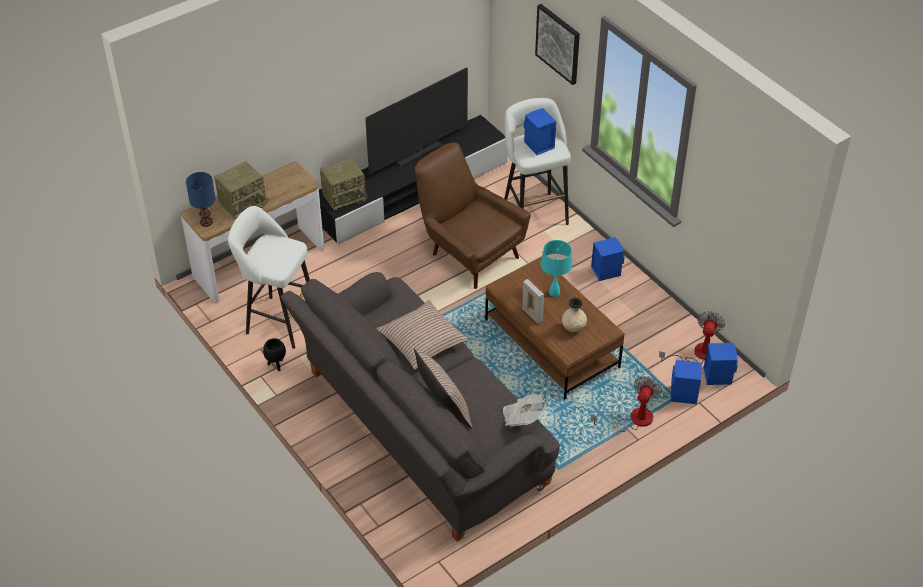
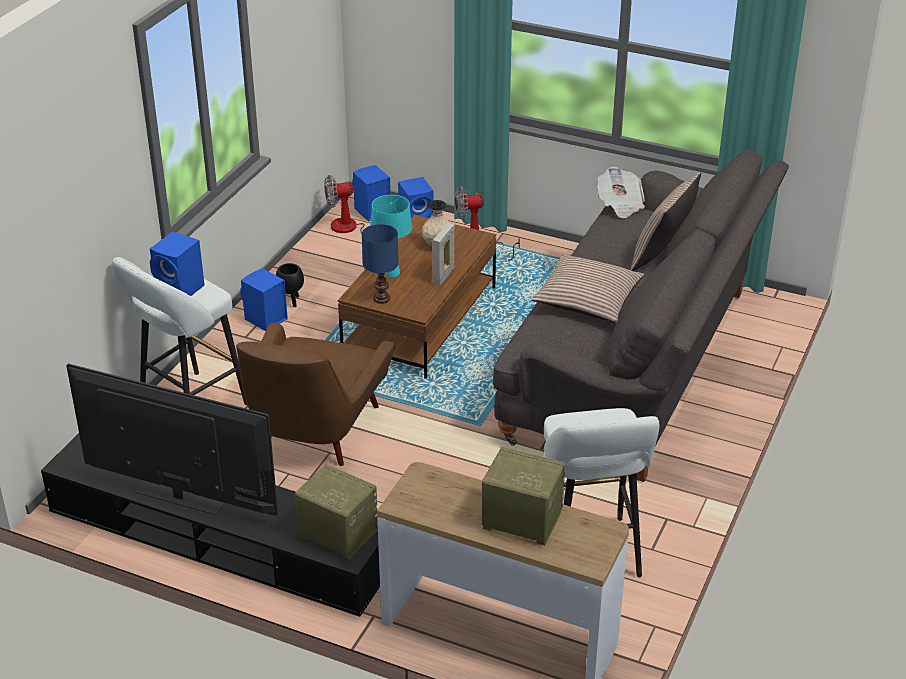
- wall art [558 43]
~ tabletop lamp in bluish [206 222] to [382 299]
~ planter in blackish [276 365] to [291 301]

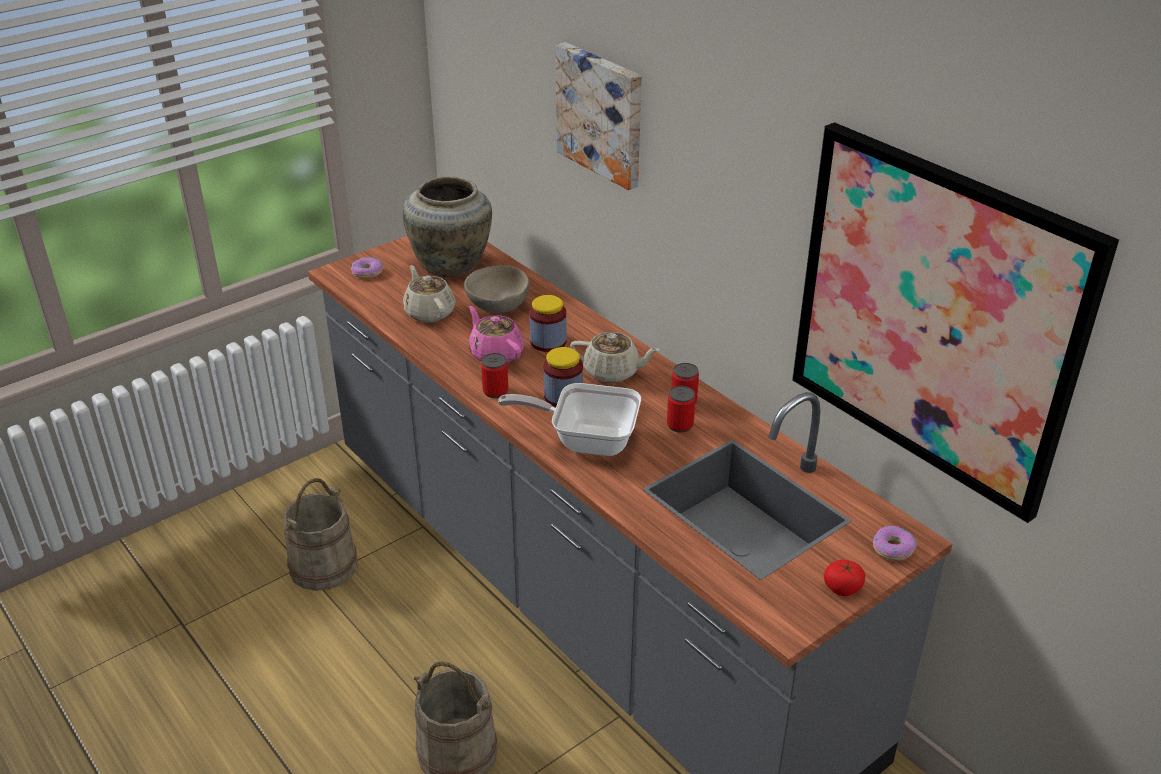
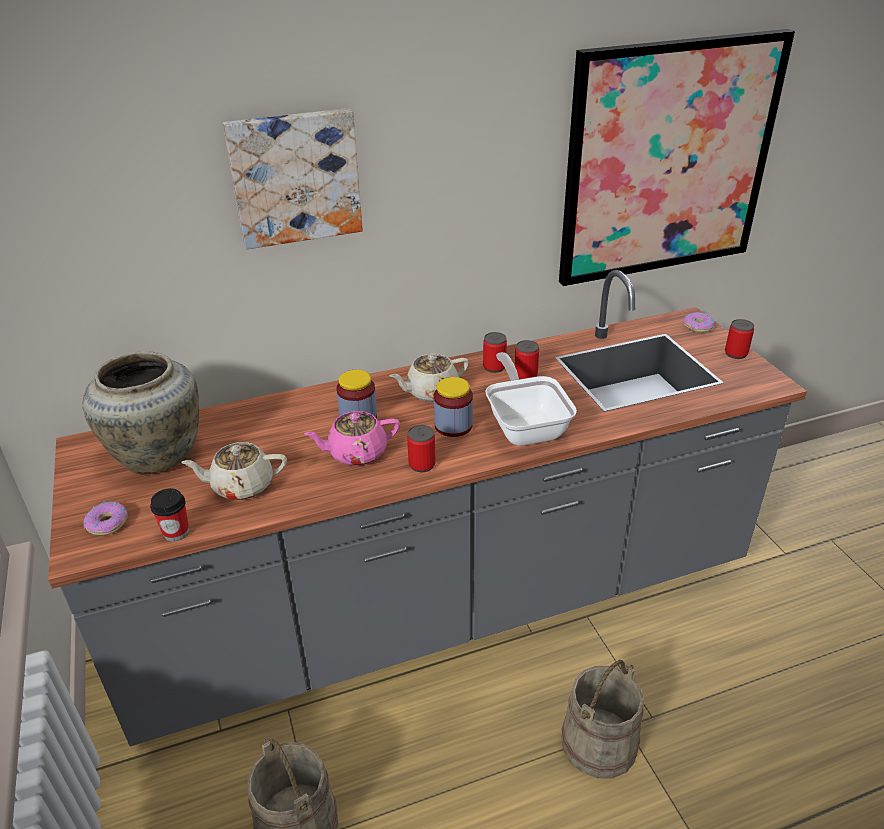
- deep dish in sand-coloured [497 306]
~ tea pot in sand-coloured [612 372] = [431 392] 150 degrees counterclockwise
~ frying pan [585 440] = [525 426] 135 degrees clockwise
~ fresh tomato [842 587] to can [736 353]
+ cup [176 532]

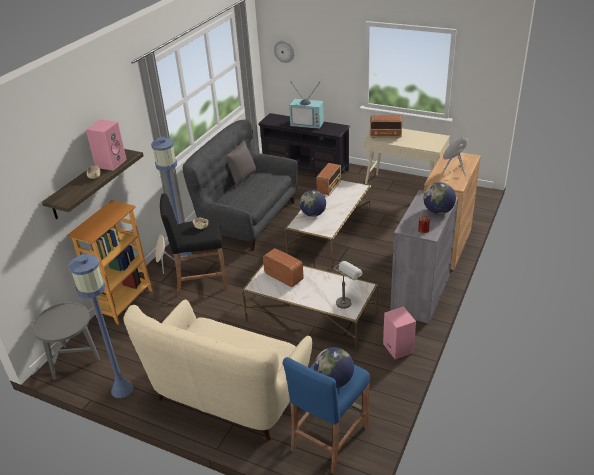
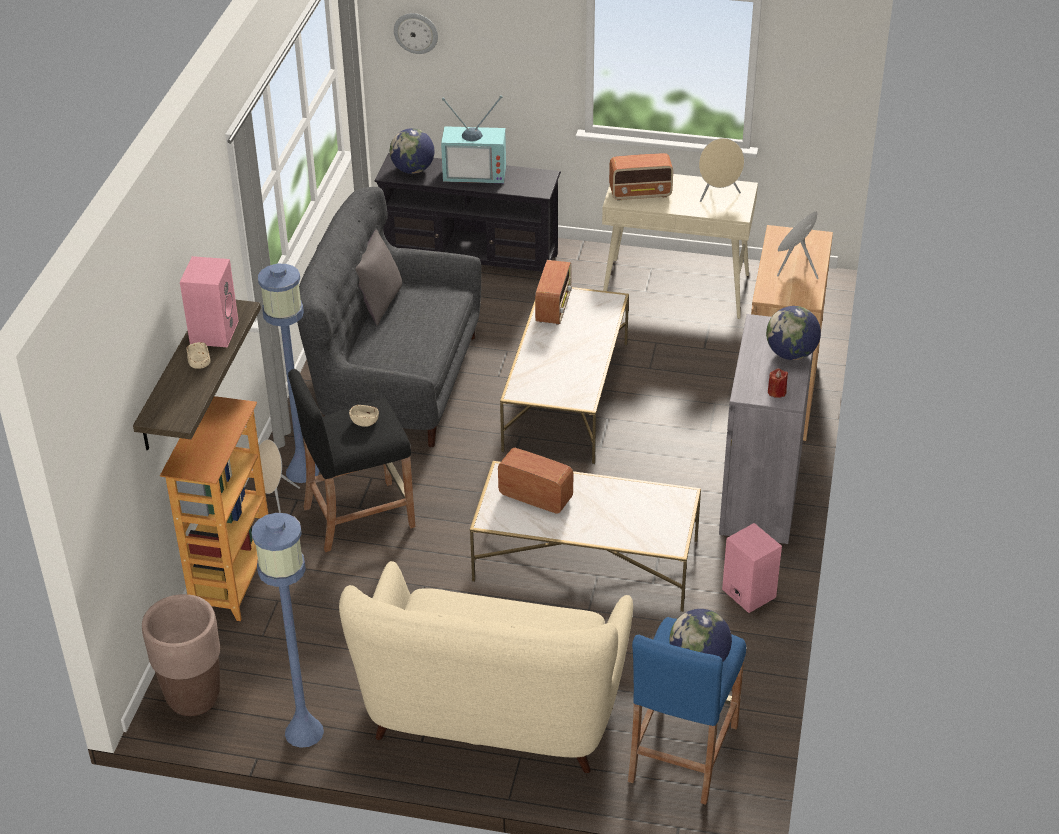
~ world globe [313 214] to [413 170]
- tabletop lamp in grey [347 300]
~ accent table in grey [75 361] to planter in brown [193 698]
+ speaker in sand-coloured [718 195]

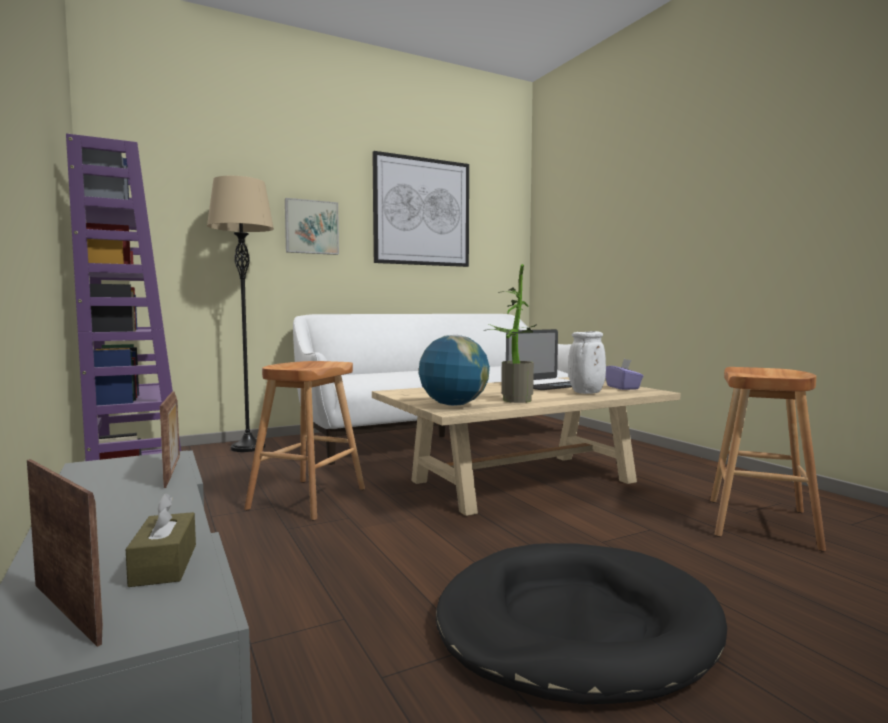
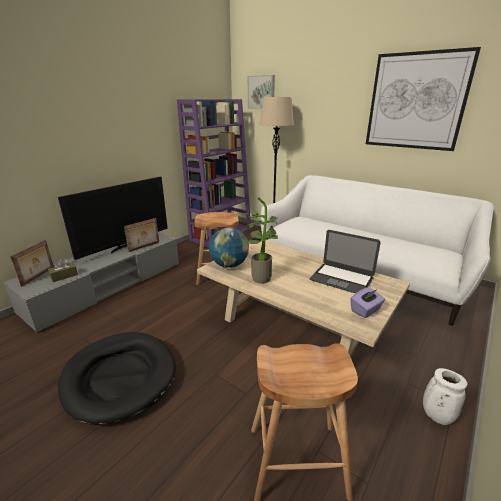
~ wall art [311 227] to [261 92]
~ flower vase in whitish [586 393] to [436 416]
+ television [125 246]

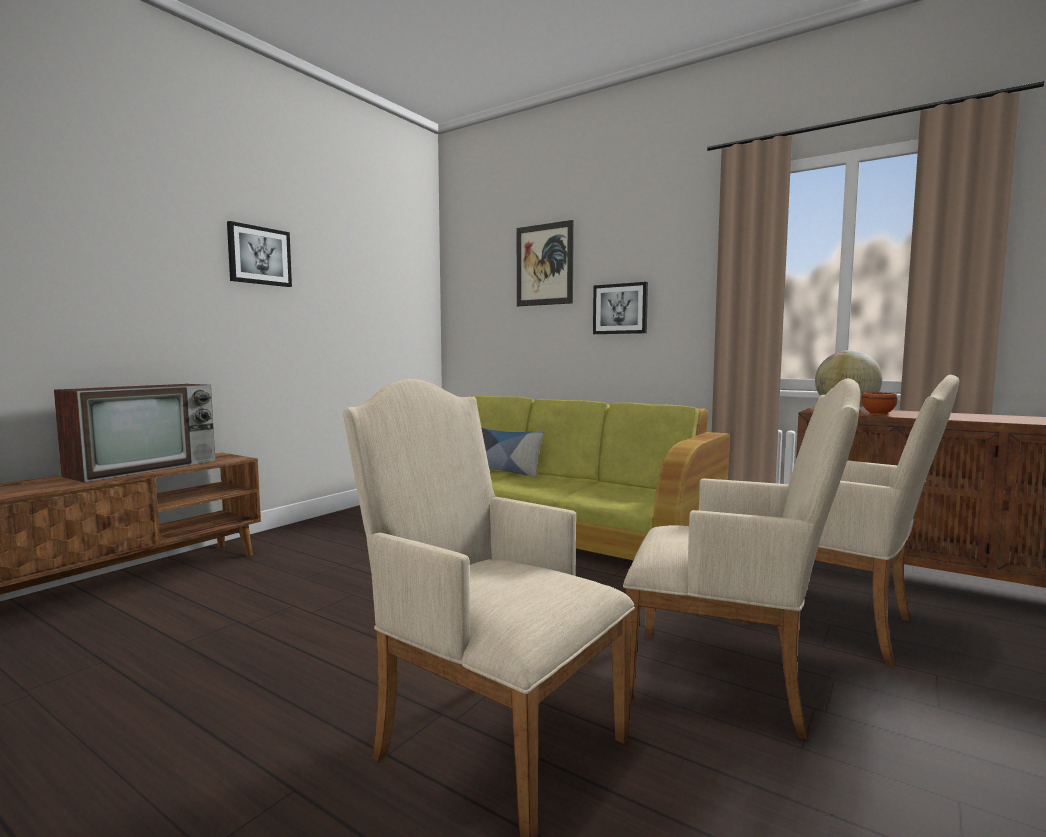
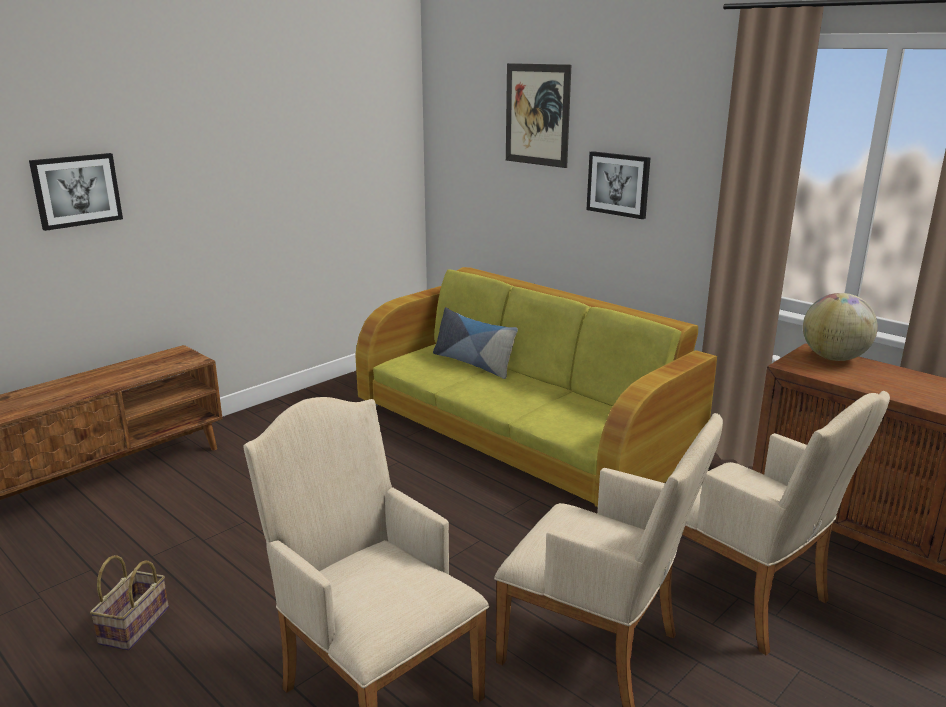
~ wall art [259 255] to [76 190]
- television [146 468]
- deep dish in brown [879 414]
+ household basket [134 627]

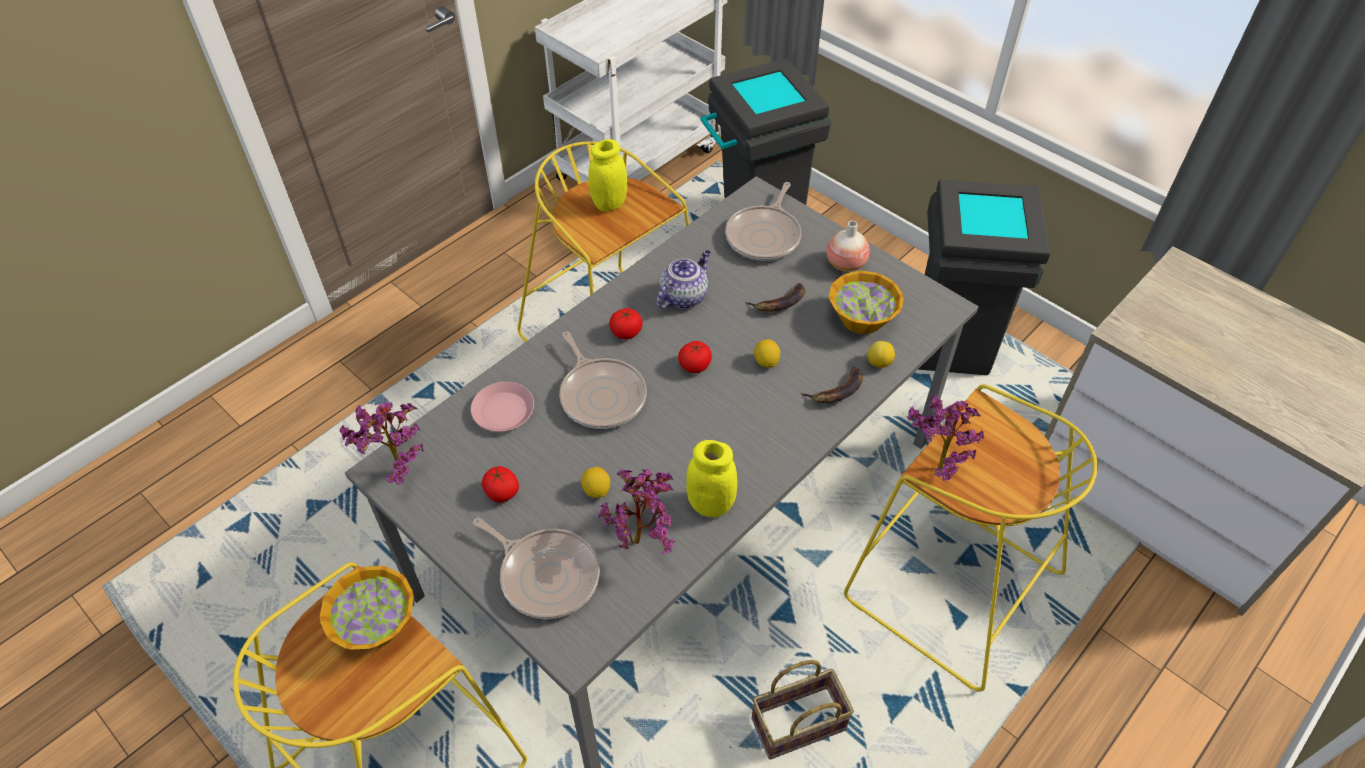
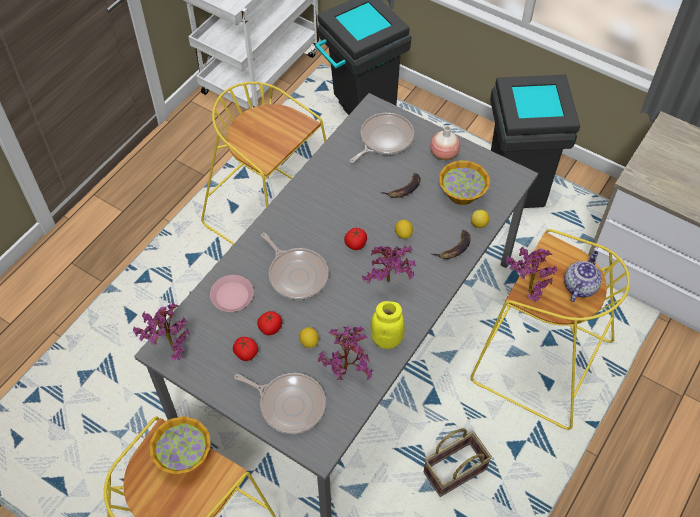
- jar in yellowish [609 203]
~ frying pan [764 236] = [384 139] 150 degrees counterclockwise
~ tea pot [684 296] to [579 286]
~ fresh tomato [626 332] to [270 328]
+ plant in a pot [390 283]

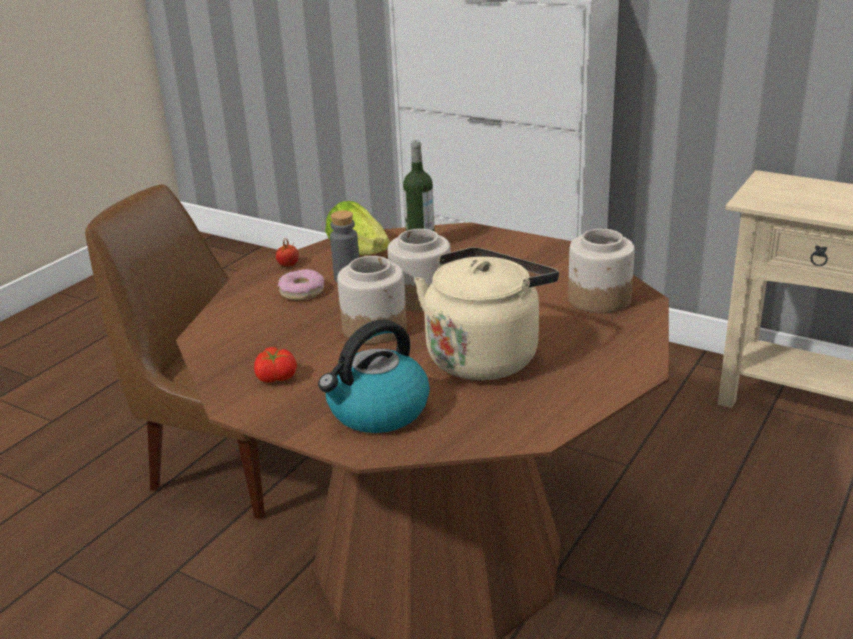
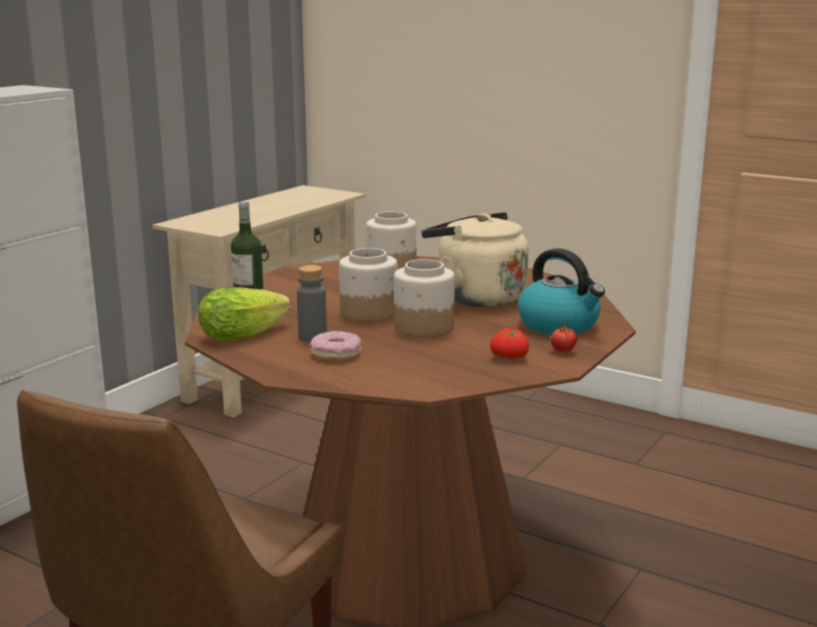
~ fresh tomato [288 265] to [563 351]

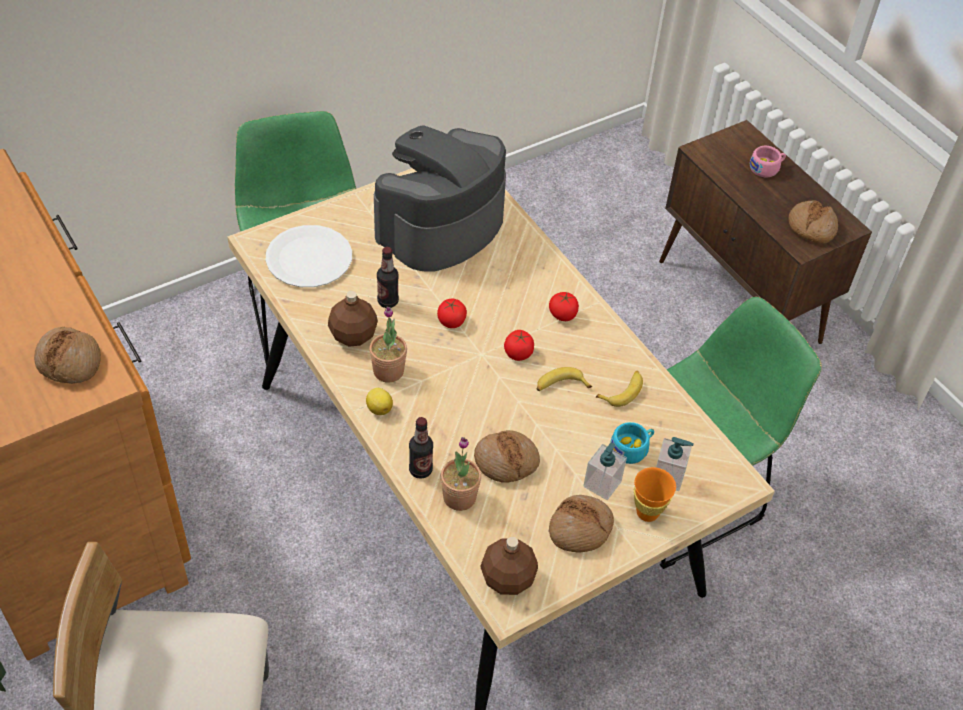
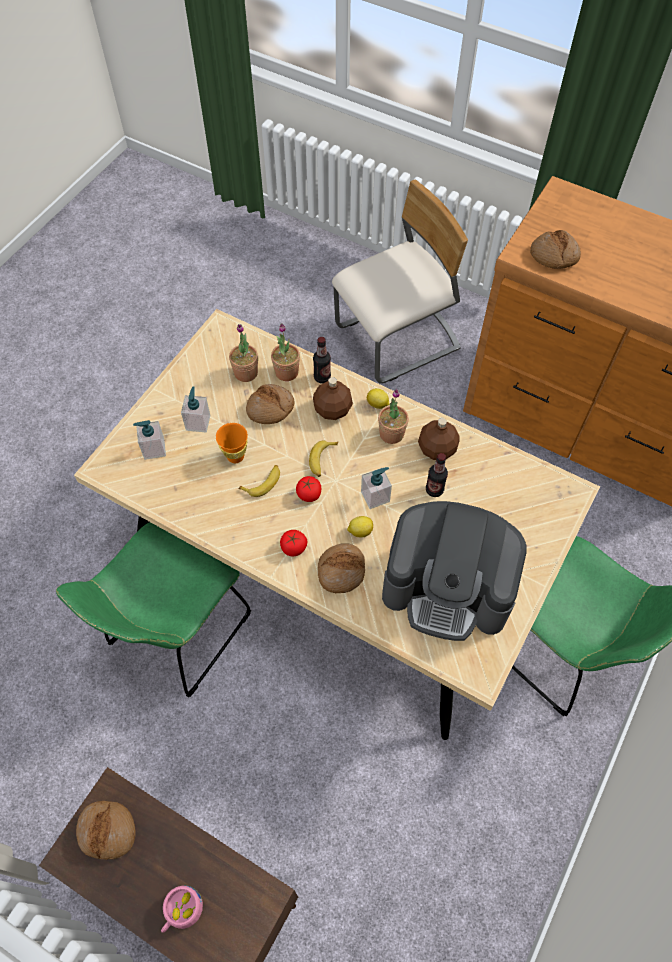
~ coffee maker [440 226] = [448 587] 90 degrees clockwise
- dinner plate in whitish [309 258]
~ fresh tomato [451 321] to liquid soap bottle [375 496]
~ banana [622 391] to [322 460]
- cup in turquoise [632 448]
~ cup in orangey [647 512] to [235 456]
~ bread [580 529] to [341 571]
~ bottle in brown [508 579] to [332 409]
+ plant in a pot [246 373]
+ lemon [360 531]

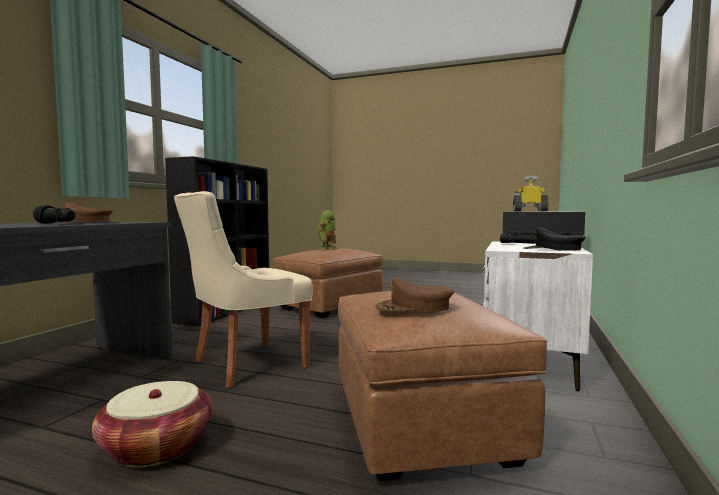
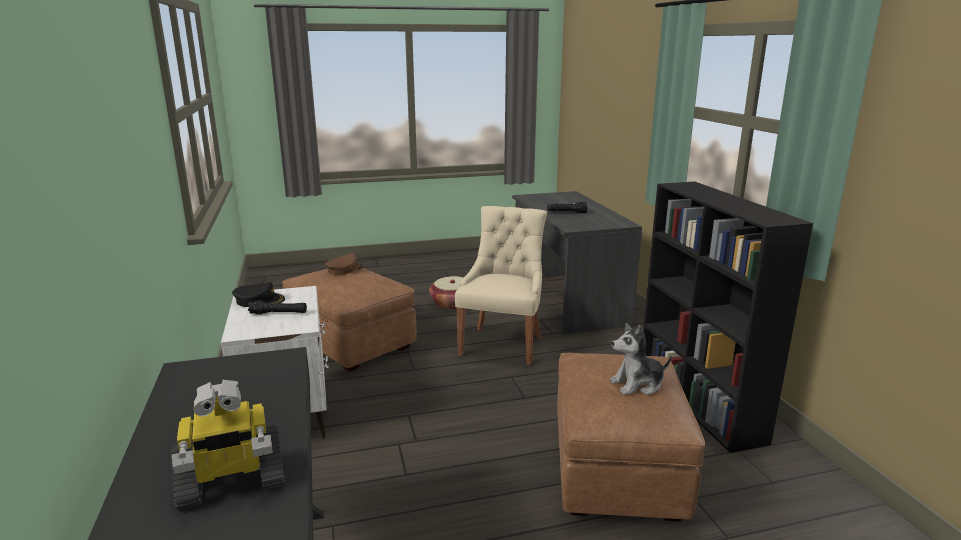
- cap in brown [83 222]
~ toy robot [327 249] to cuddly toy [637 384]

